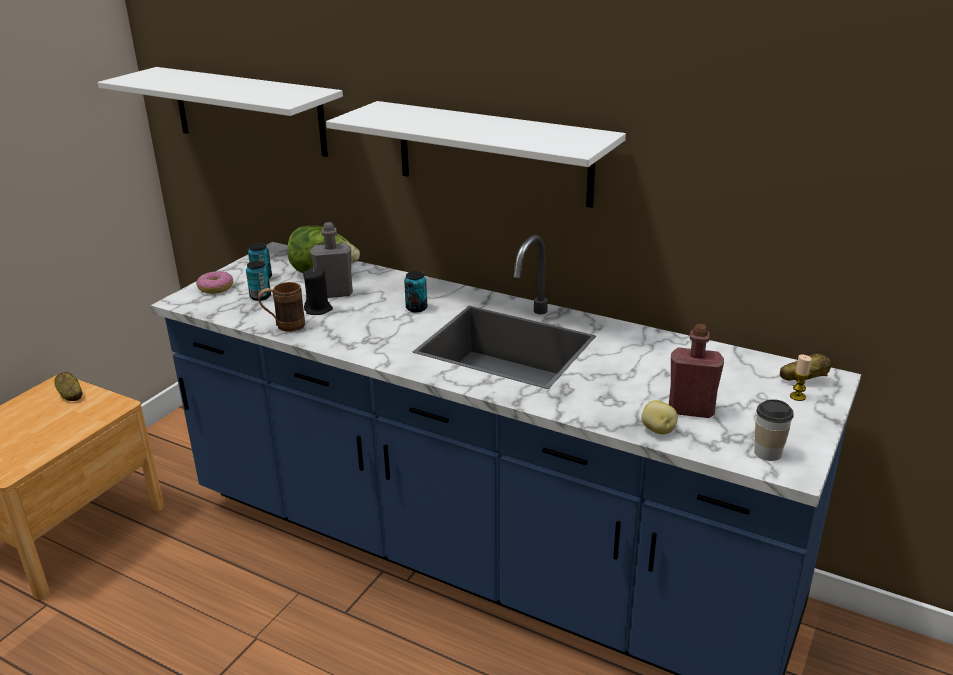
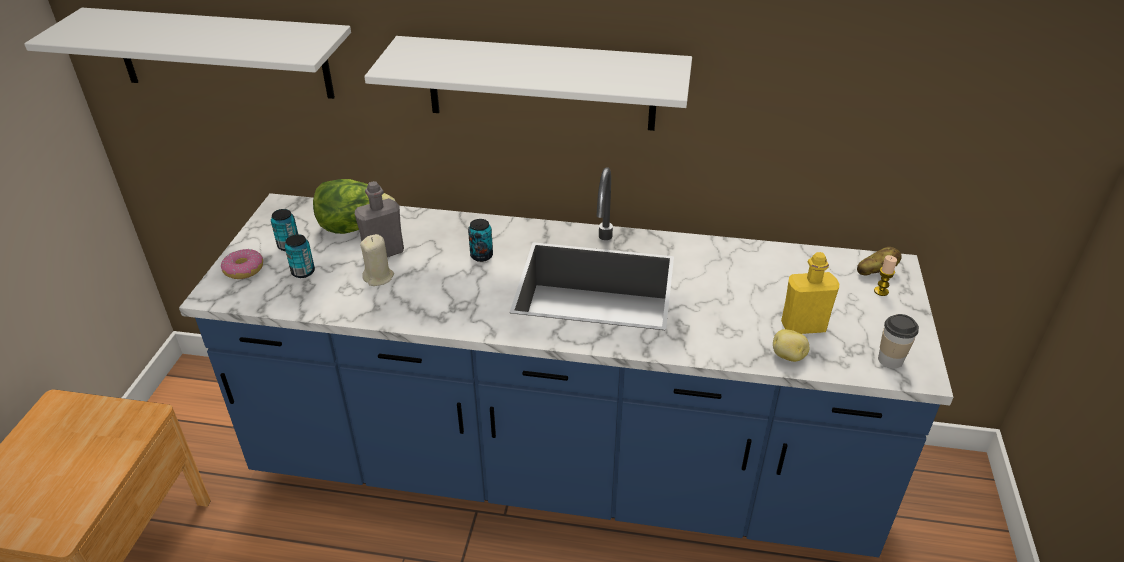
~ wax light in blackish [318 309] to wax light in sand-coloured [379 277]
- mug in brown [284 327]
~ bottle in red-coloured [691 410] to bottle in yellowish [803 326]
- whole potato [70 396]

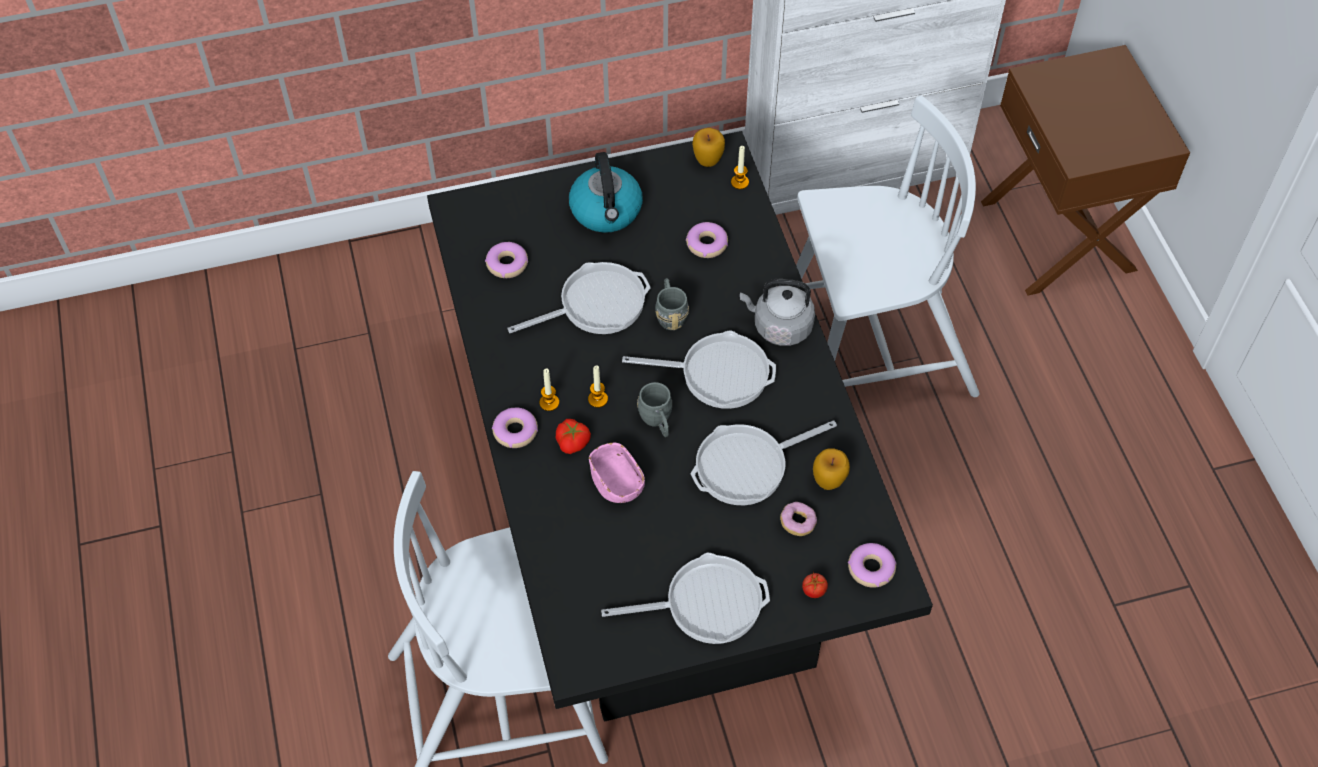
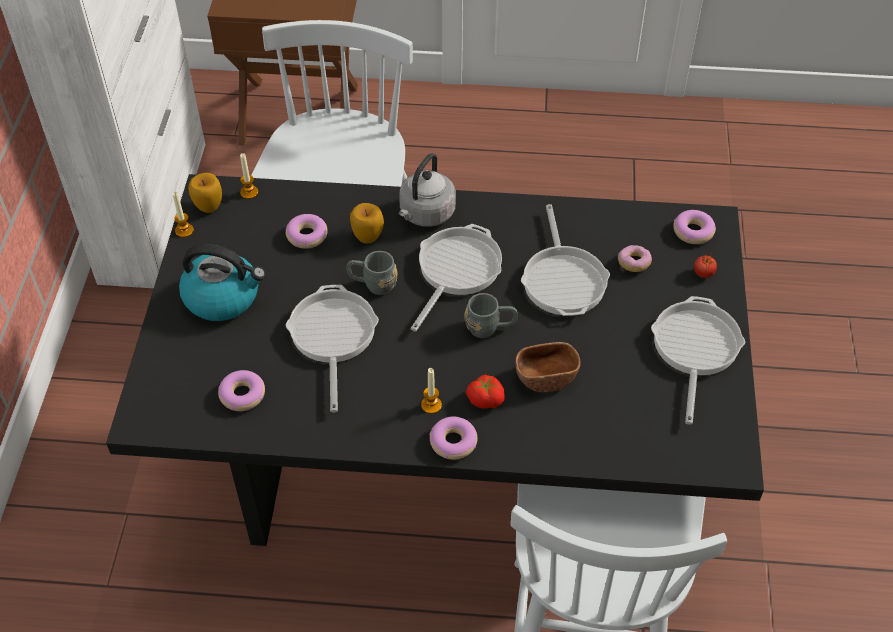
~ wax light [598 399] to [184 230]
~ deep dish in pinkish [617 483] to deep dish in brown [545 377]
~ apple [828 481] to [368 237]

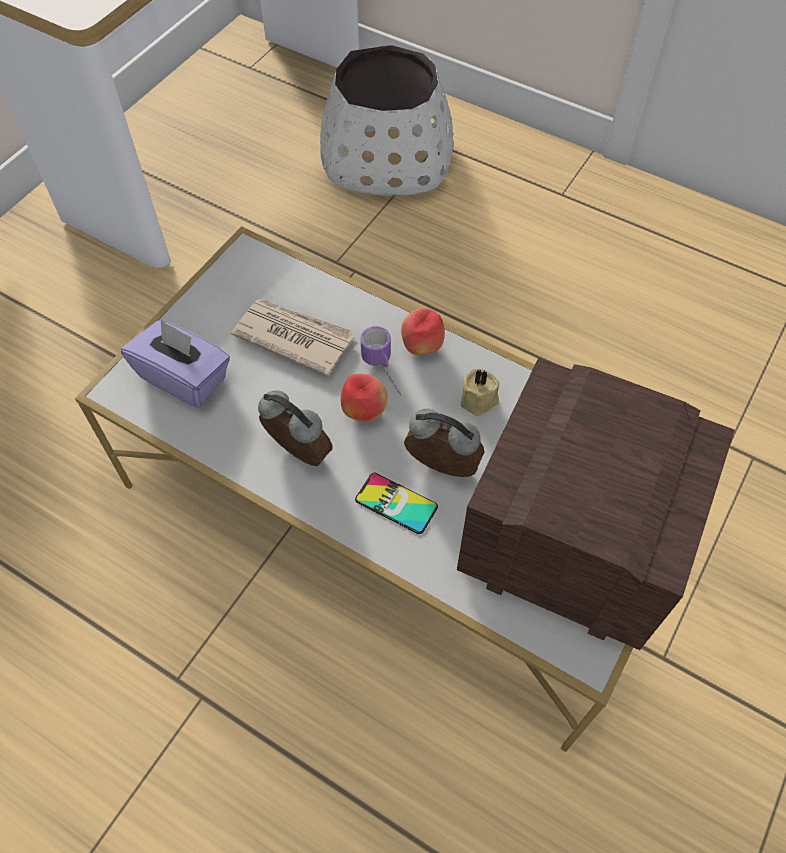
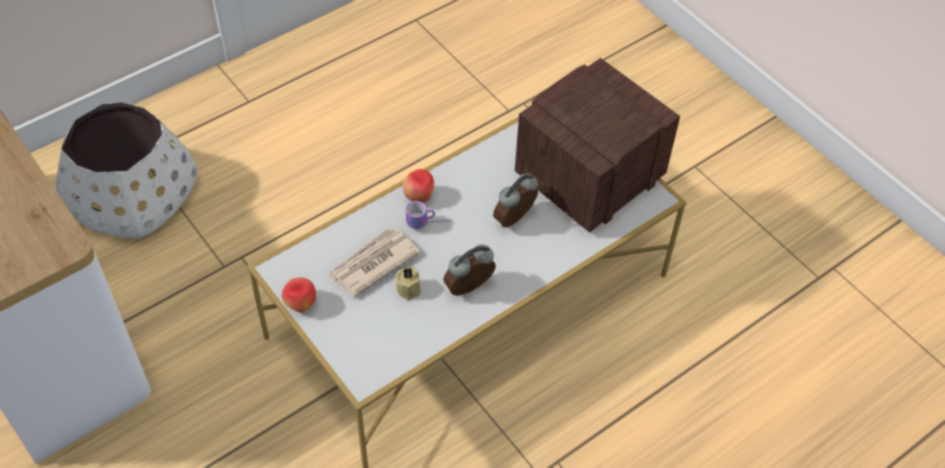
- box of tissues in purple [184 378]
~ wax light in sand-coloured [479 401] to [409 288]
~ apple [364 412] to [301 304]
- telephone [396 503]

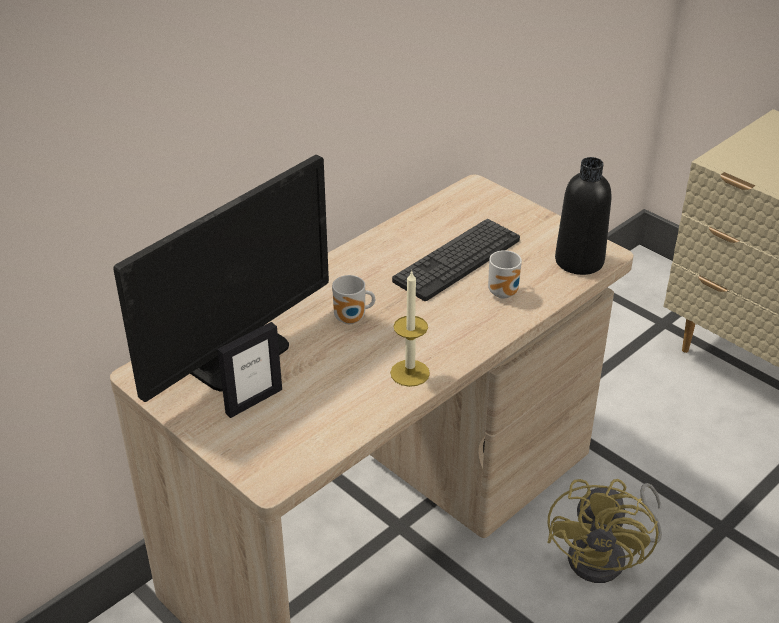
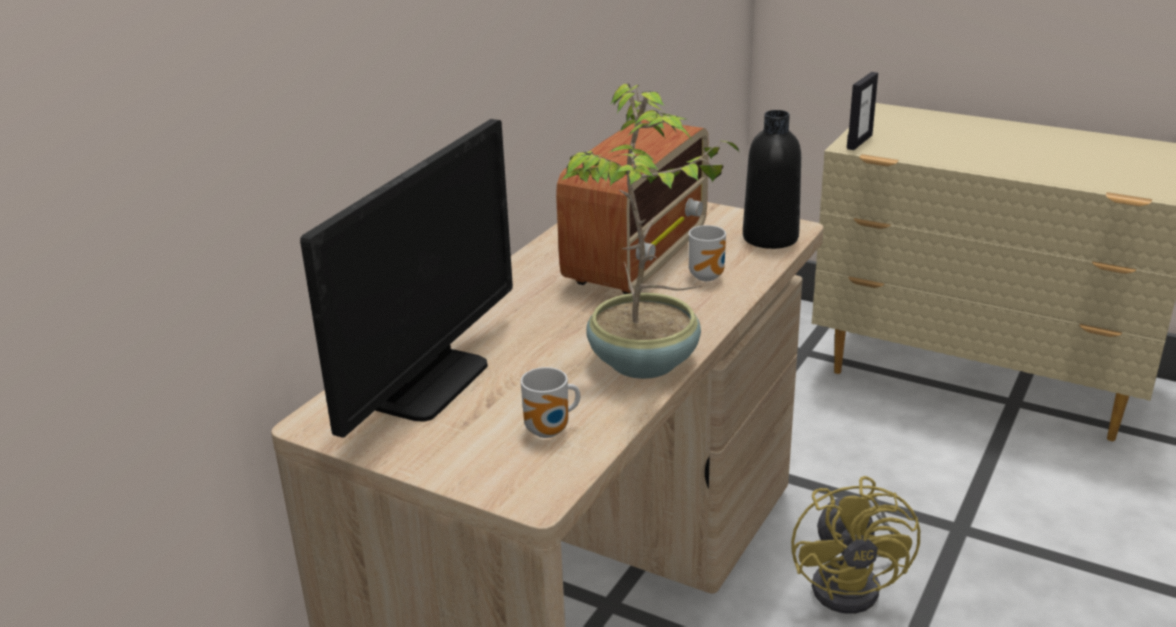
~ PC keyboard [457 260] to radio [638 257]
~ wax light [410 373] to plant in a pot [645 363]
~ mug [352 320] to [551 431]
~ standing frame [253 401] to [859 142]

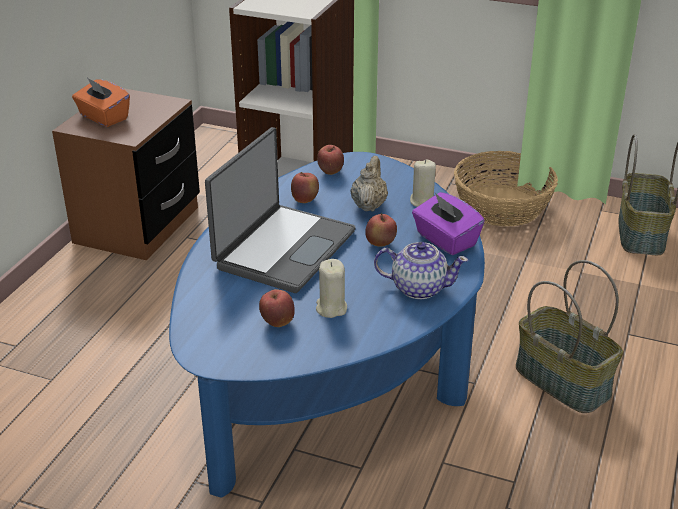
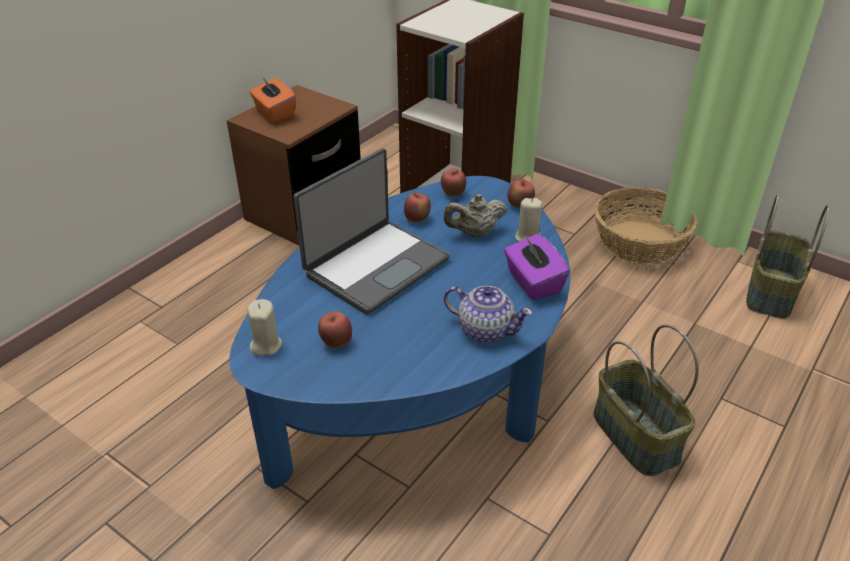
~ tea pot in sand-coloured [369 205] = [474 233] 135 degrees counterclockwise
~ apple [380 244] to [520 206]
~ wax light in sand-coloured [331 308] to [265 345]

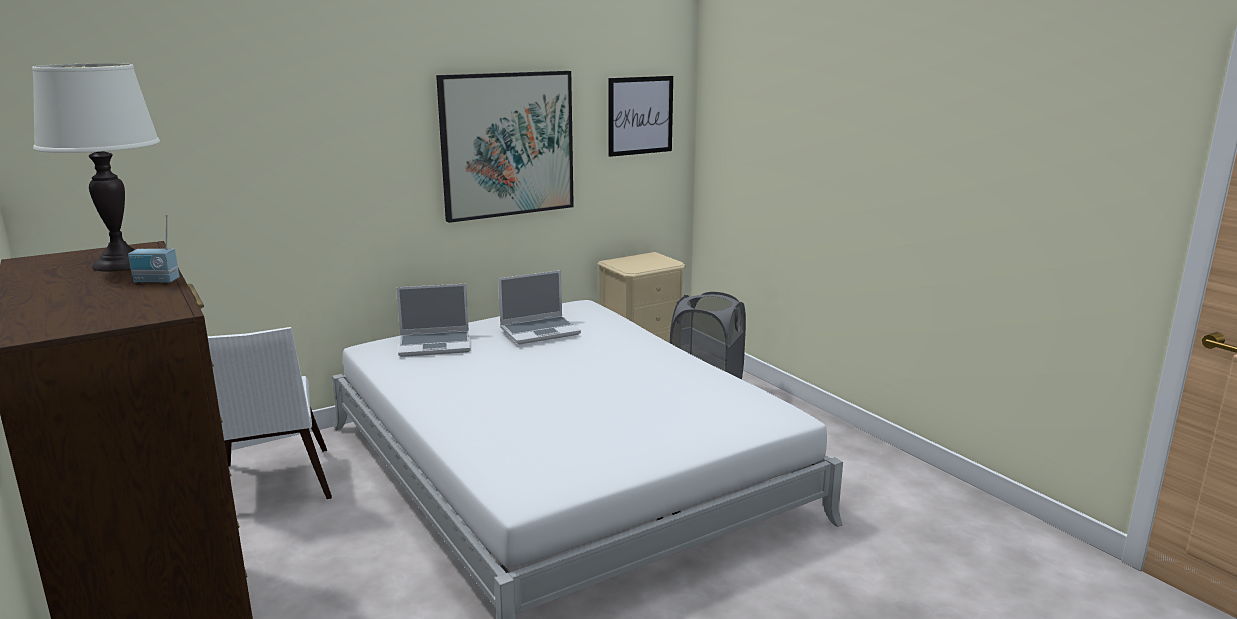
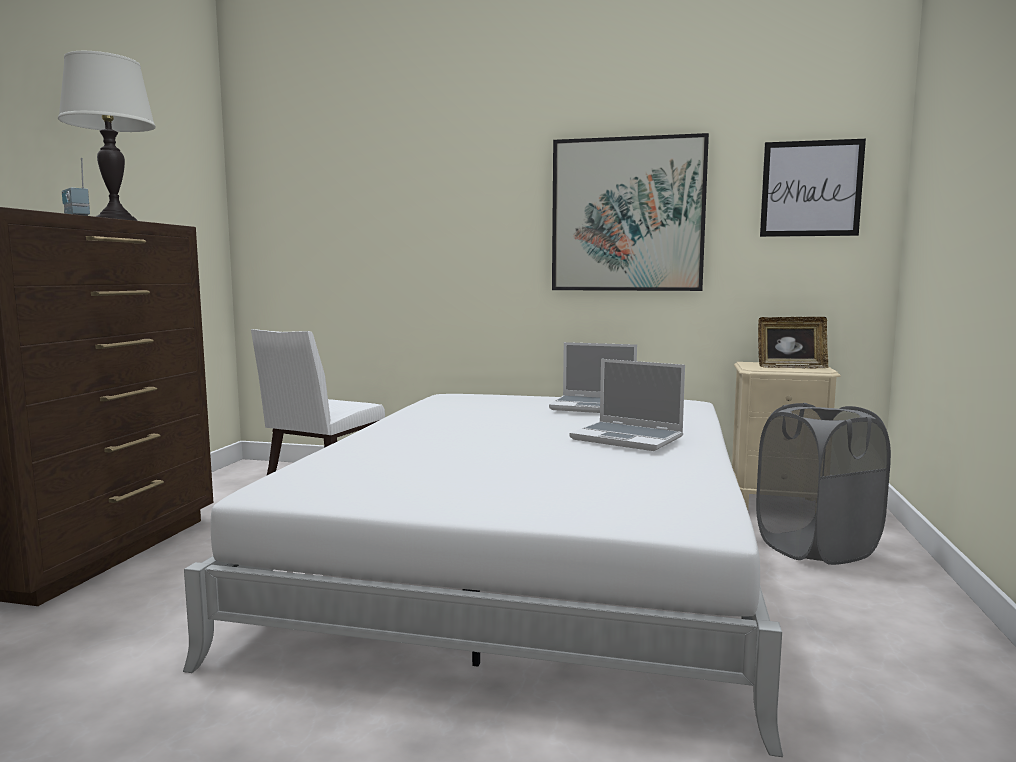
~ notebook computer [436 345] to [628 438]
+ standing frame [790 367]

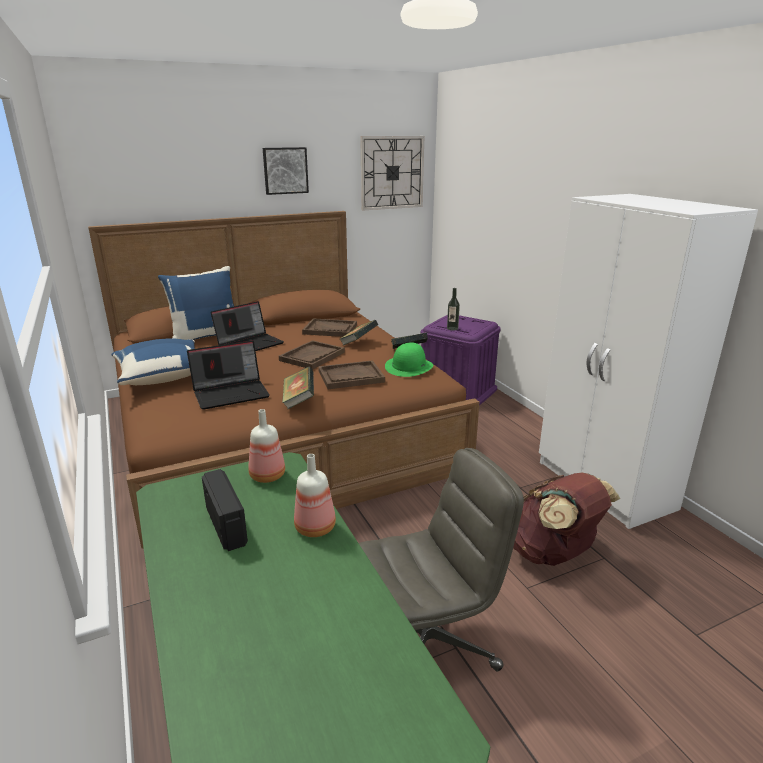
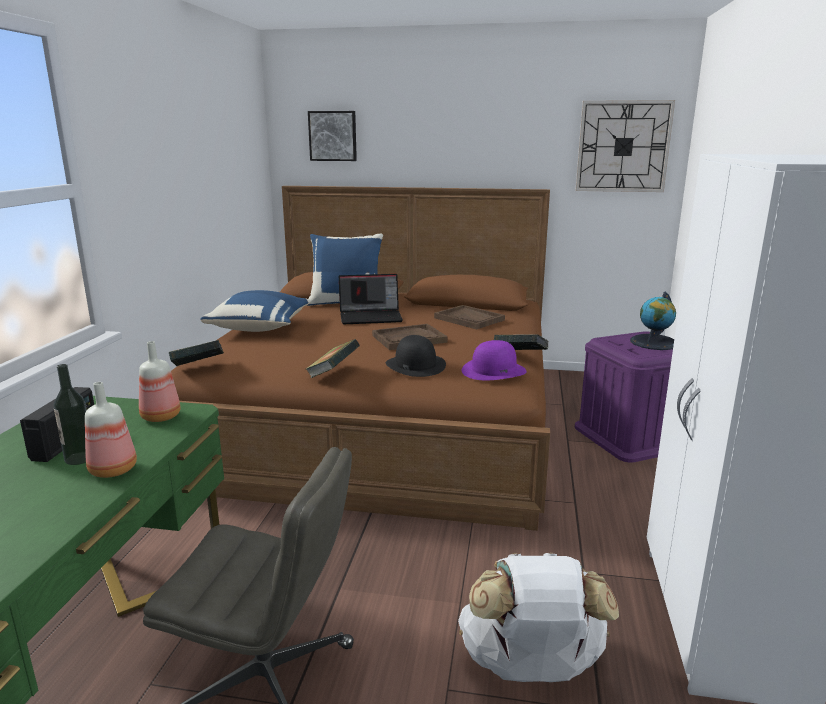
~ wall art [285 170] to [333 136]
~ bottle [452 328] to [79 458]
~ volume [358 343] to [198 368]
- notebook computer [231 393]
~ hat in greenish [409 366] to hat in purple [494 370]
~ carrying tray in brown [351 377] to hat in blackish [415 365]
~ backpack in brown [552 553] to backpack in whitish [530 668]
+ world globe [654 342]

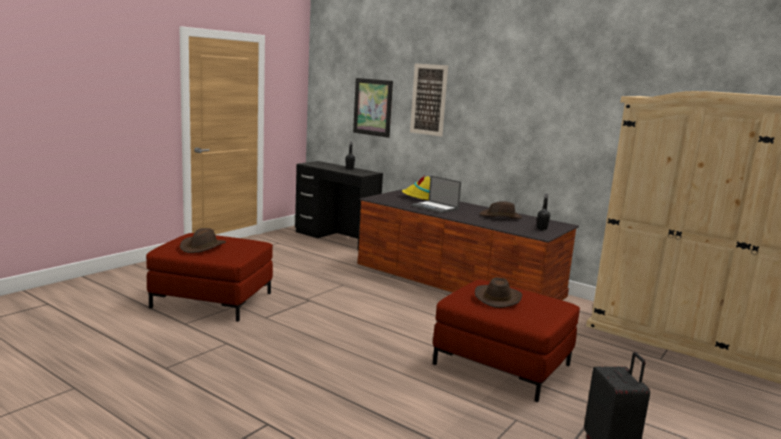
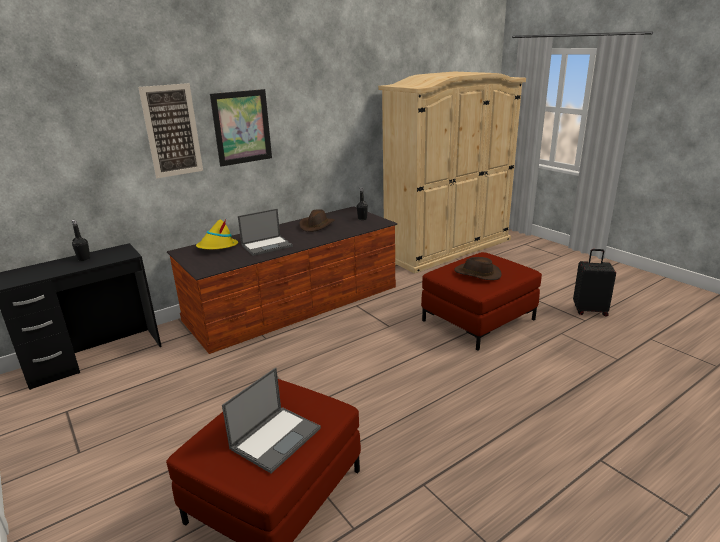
~ wall art [373 107] to [242 127]
~ hat in brown [202 247] to notebook computer [276 437]

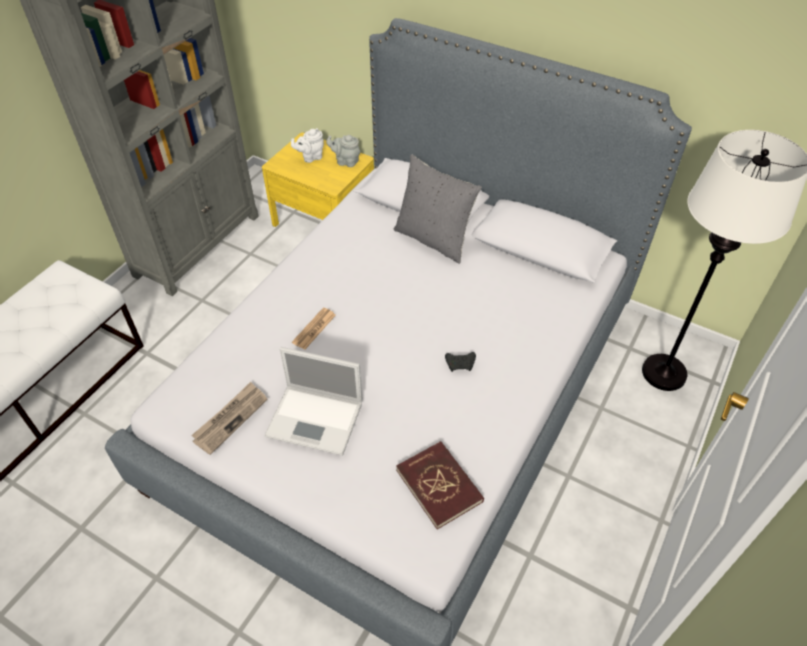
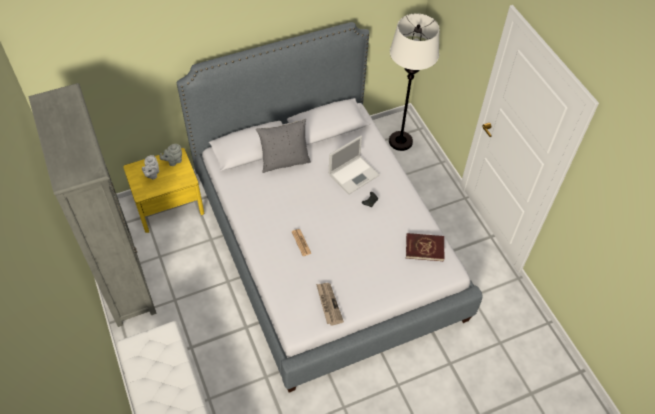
~ notebook computer [316 419] to [354 174]

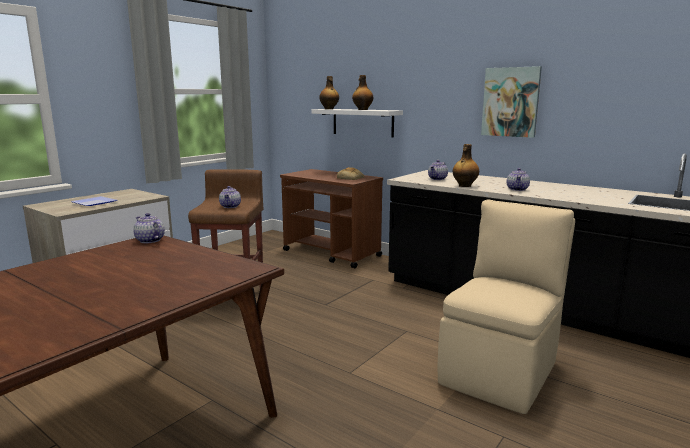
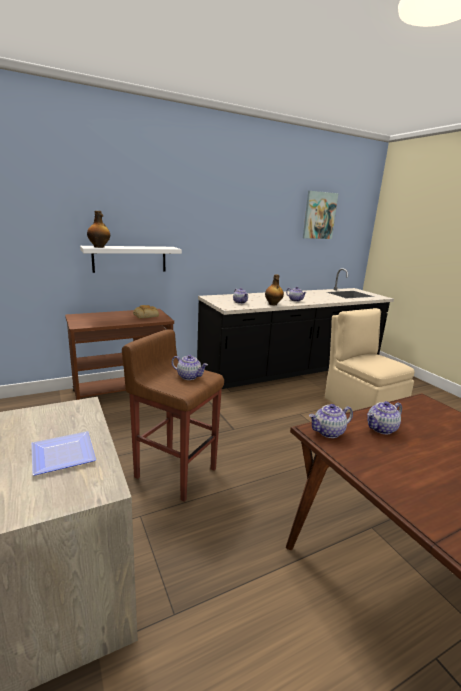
~ wall art [510 102] to [319 215]
- bottle [362 109]
+ tea pot [381 429]

